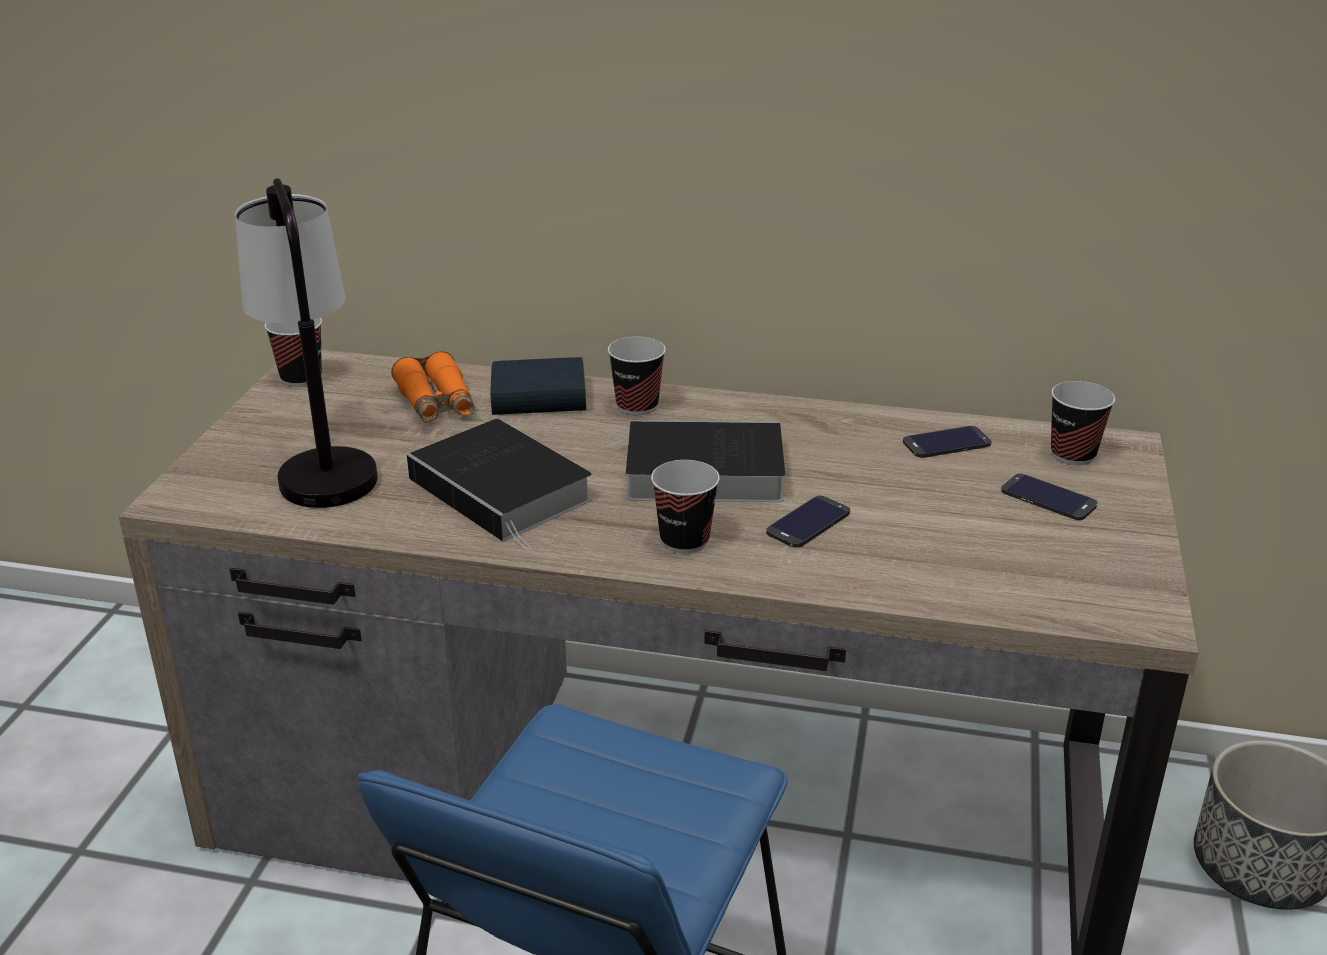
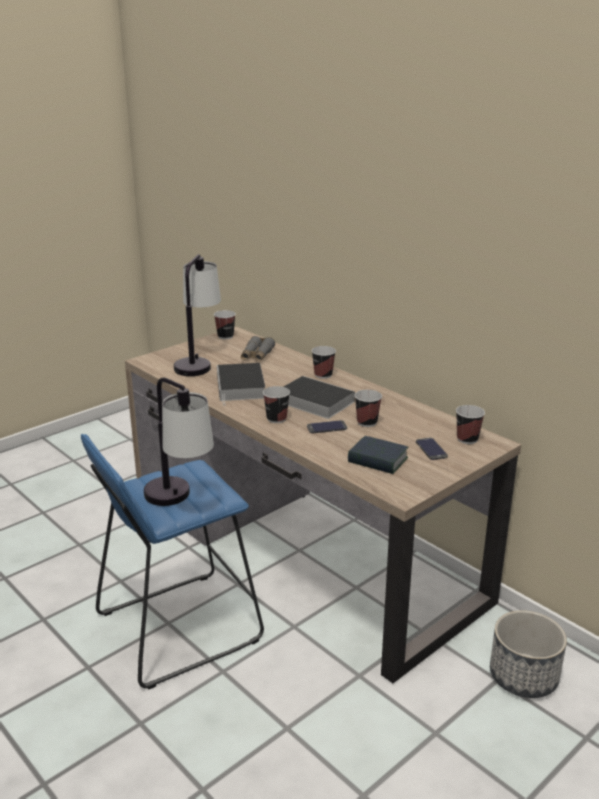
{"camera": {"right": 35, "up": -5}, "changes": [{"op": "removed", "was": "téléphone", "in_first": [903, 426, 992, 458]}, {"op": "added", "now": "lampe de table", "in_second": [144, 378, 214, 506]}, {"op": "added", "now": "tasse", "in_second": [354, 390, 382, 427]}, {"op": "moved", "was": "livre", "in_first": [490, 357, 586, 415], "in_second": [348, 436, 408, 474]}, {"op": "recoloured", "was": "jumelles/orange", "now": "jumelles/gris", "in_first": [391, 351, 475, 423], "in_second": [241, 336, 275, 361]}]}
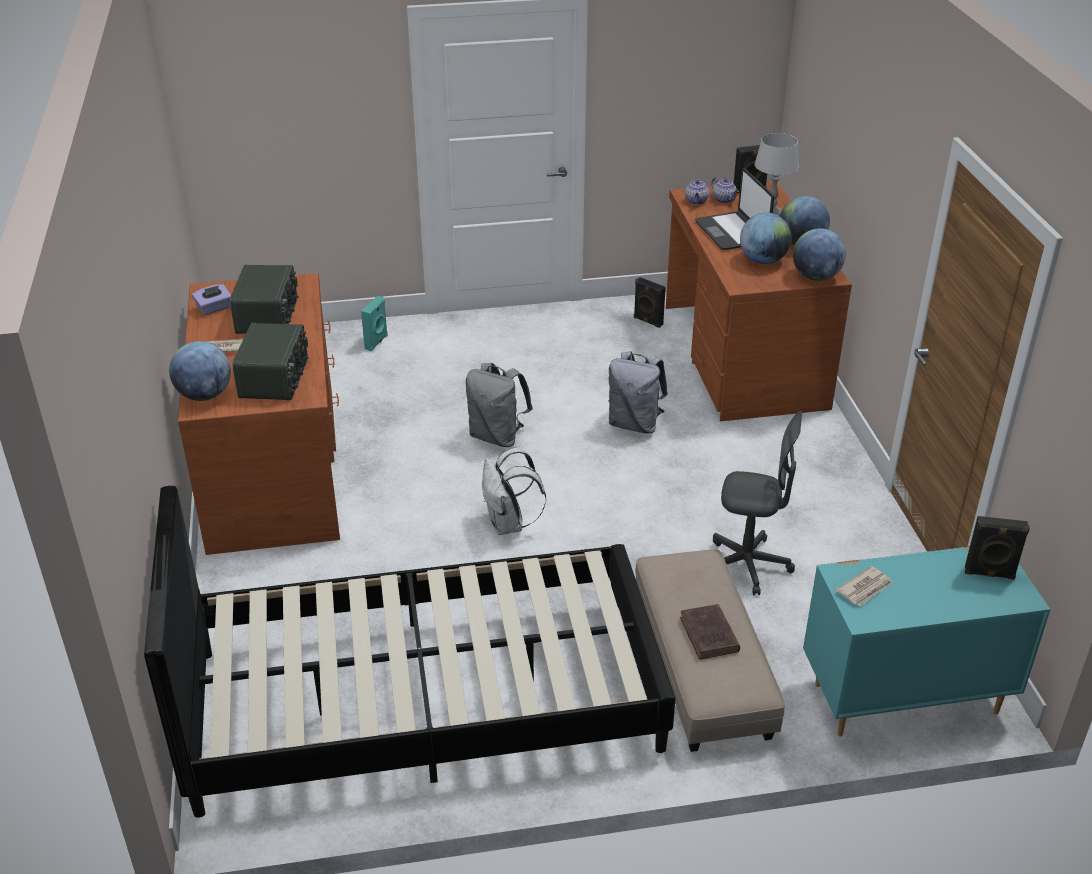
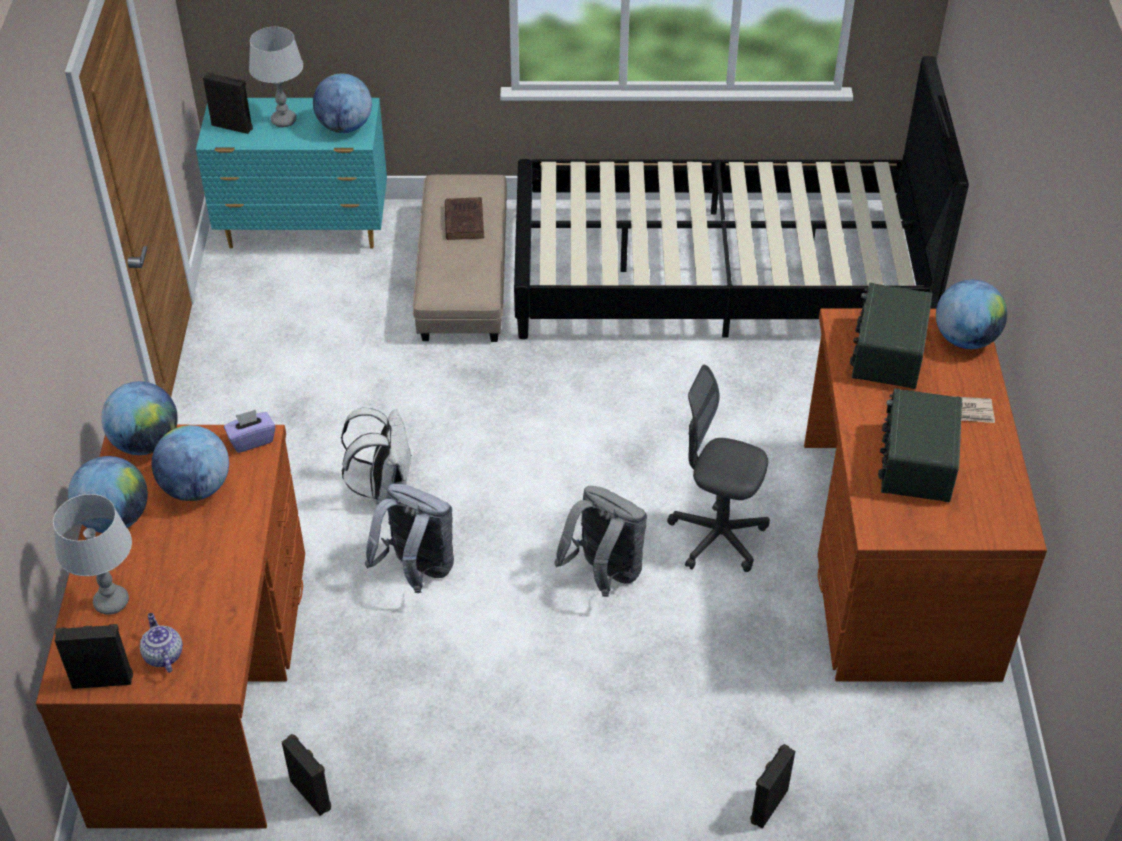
{"camera": {"right": -170, "up": 10}, "changes": [{"op": "removed", "was": "théière", "in_first": [685, 178, 709, 205]}, {"op": "removed", "was": "ordinateur portable", "in_first": [695, 168, 774, 250]}, {"op": "added", "now": "lampe de table/gris", "in_second": [249, 27, 303, 127]}, {"op": "moved", "was": "boîte à mouchoirs/violet", "in_first": [192, 284, 231, 315], "in_second": [224, 410, 275, 453]}, {"op": "moved", "was": "sac à dos/blanc", "in_first": [482, 448, 546, 535], "in_second": [341, 408, 412, 504]}, {"op": "moved", "was": "chaise de bureau/gris", "in_first": [713, 411, 802, 595], "in_second": [667, 365, 770, 572]}, {"op": "replaced", "was": "journal", "now": "globe", "in_first": [836, 566, 893, 607], "in_second": [313, 73, 372, 133]}, {"op": "recoloured", "was": "enceinte/turquoise", "now": "enceinte/noir", "in_first": [361, 296, 388, 351], "in_second": [750, 744, 795, 829]}]}
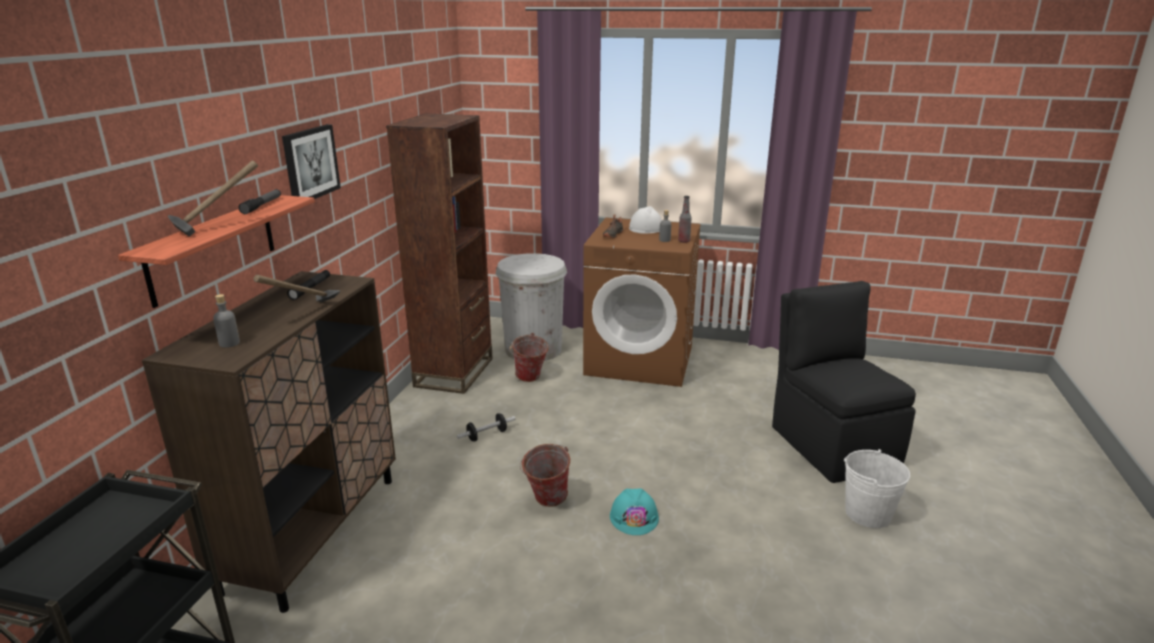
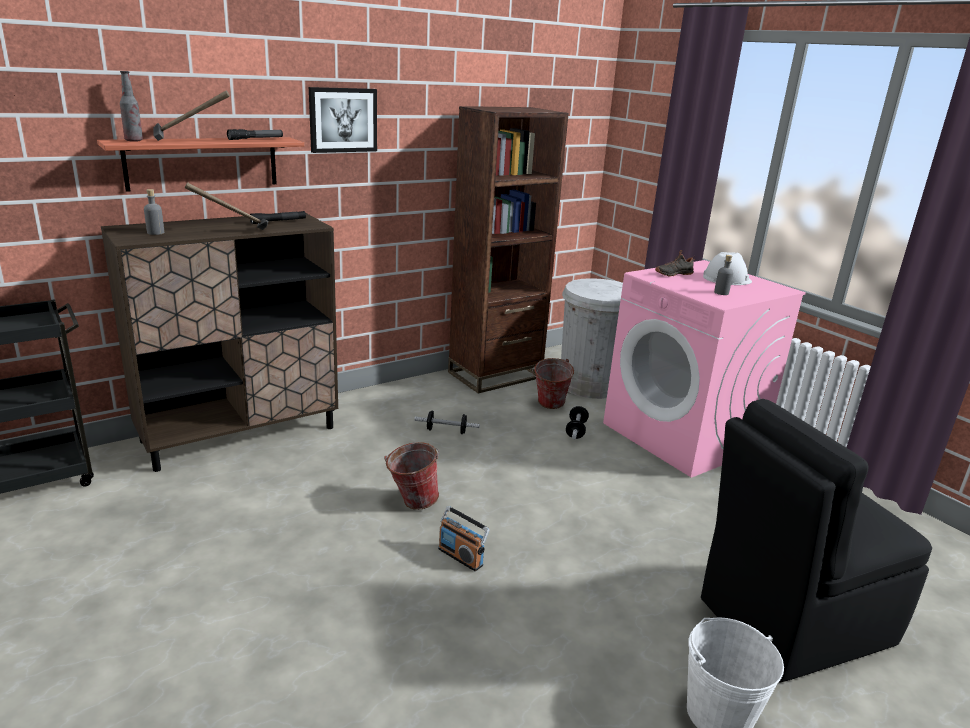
{"camera": {"right": 40, "up": 0}, "changes": [{"op": "added", "now": "haltère", "in_second": [566, 406, 589, 439]}, {"op": "moved", "was": "bouteille", "in_first": [678, 196, 692, 243], "in_second": [120, 71, 143, 142]}, {"op": "replaced", "was": "casque de chantier/turquoise", "now": "radio", "in_first": [610, 488, 659, 535], "in_second": [438, 506, 490, 571]}, {"op": "recoloured", "was": "lave-linge/marron", "now": "lave-linge/rose", "in_first": [583, 217, 701, 387], "in_second": [603, 260, 806, 478]}, {"op": "turned", "was": "chaise/noir", "in_first": [772, 281, 916, 483], "in_second": [701, 399, 932, 682], "clockwise": -135}]}
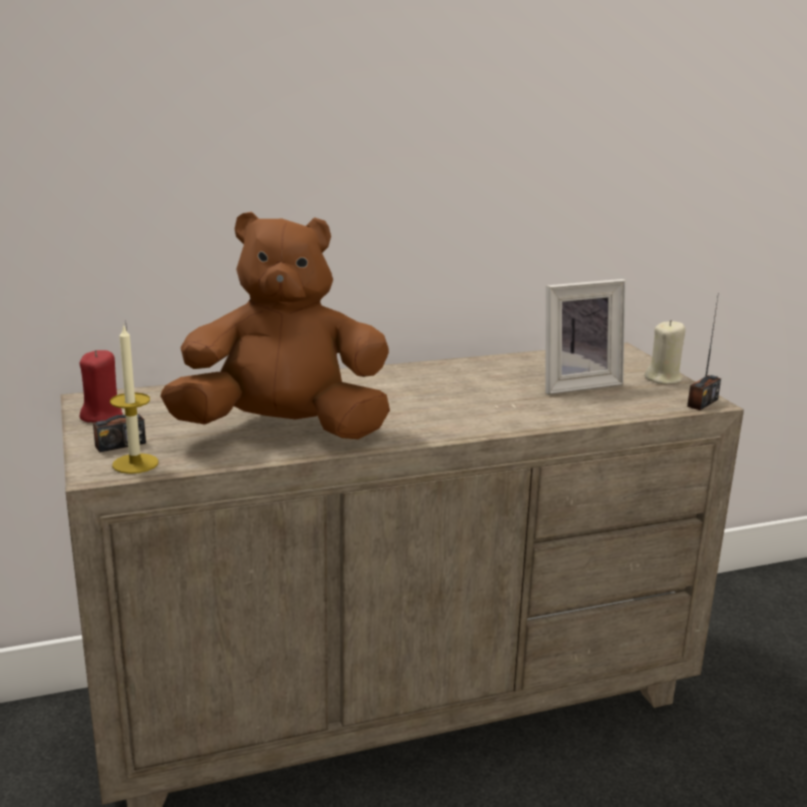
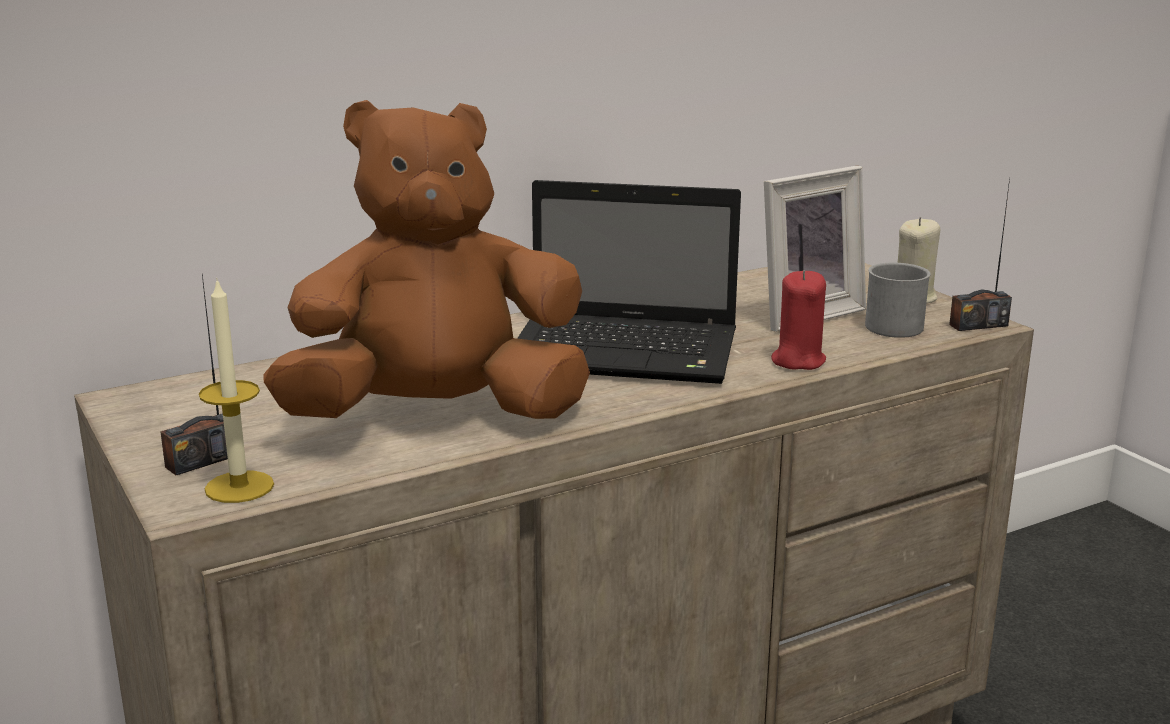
{"camera": {"right": -10, "up": 0}, "changes": [{"op": "added", "now": "ordinateur portable", "in_second": [517, 180, 741, 384]}, {"op": "added", "now": "mug/gris", "in_second": [865, 263, 931, 338]}, {"op": "moved", "was": "bougie/rouge", "in_first": [80, 350, 123, 422], "in_second": [771, 270, 826, 370]}, {"op": "turned", "was": "radio", "in_first": [687, 298, 721, 410], "in_second": [949, 178, 1012, 331], "clockwise": 45}]}
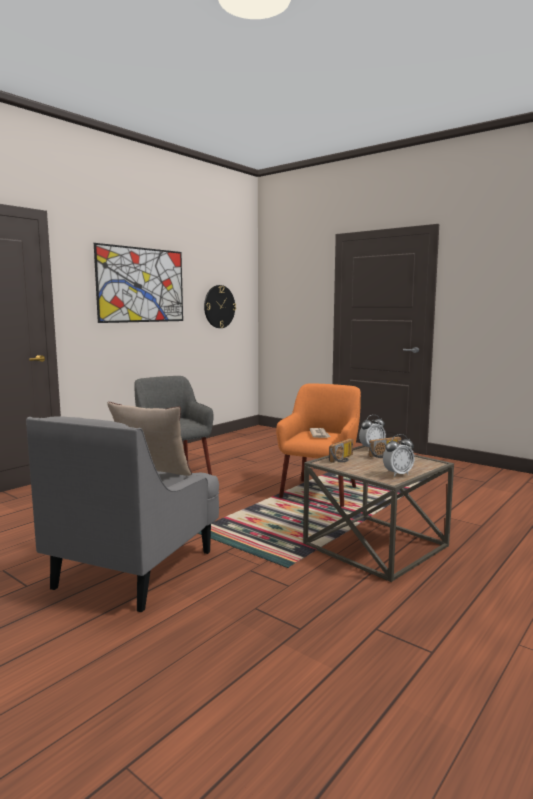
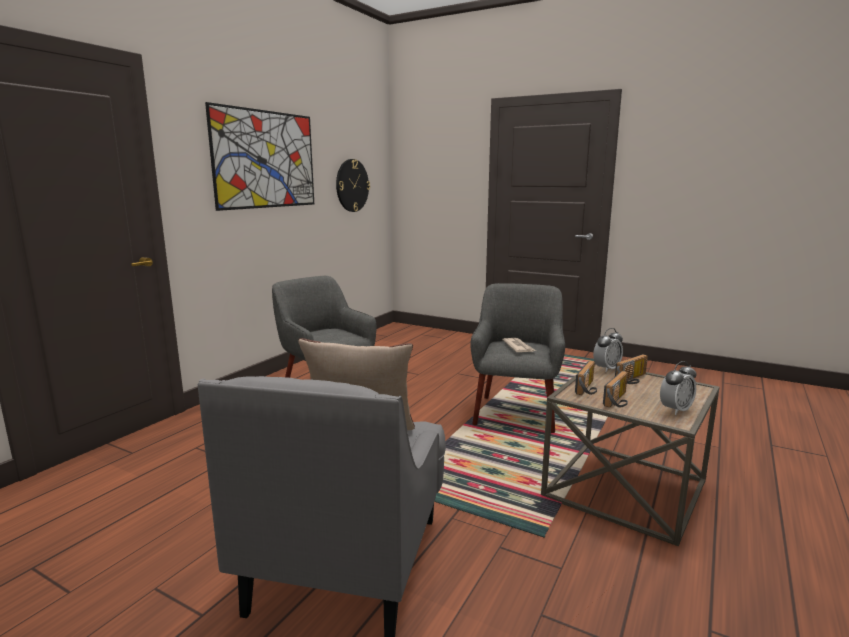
{"camera": {"right": -10, "up": 5}, "changes": [{"op": "added", "now": "radio", "in_second": [603, 371, 628, 407]}, {"op": "recoloured", "was": "fauteuil/orange", "now": "fauteuil/gris", "in_first": [276, 383, 361, 507], "in_second": [470, 283, 565, 433]}]}
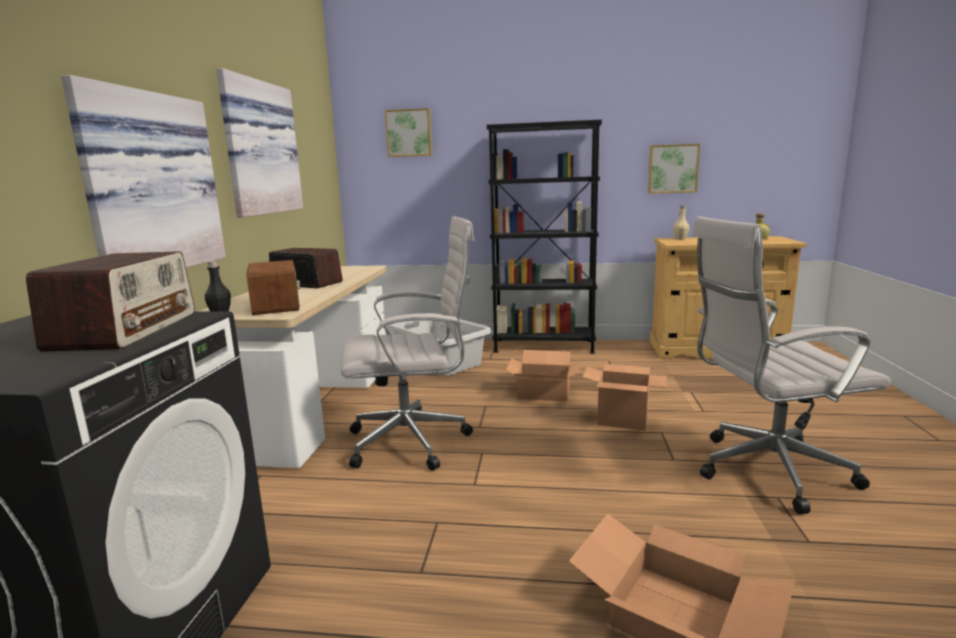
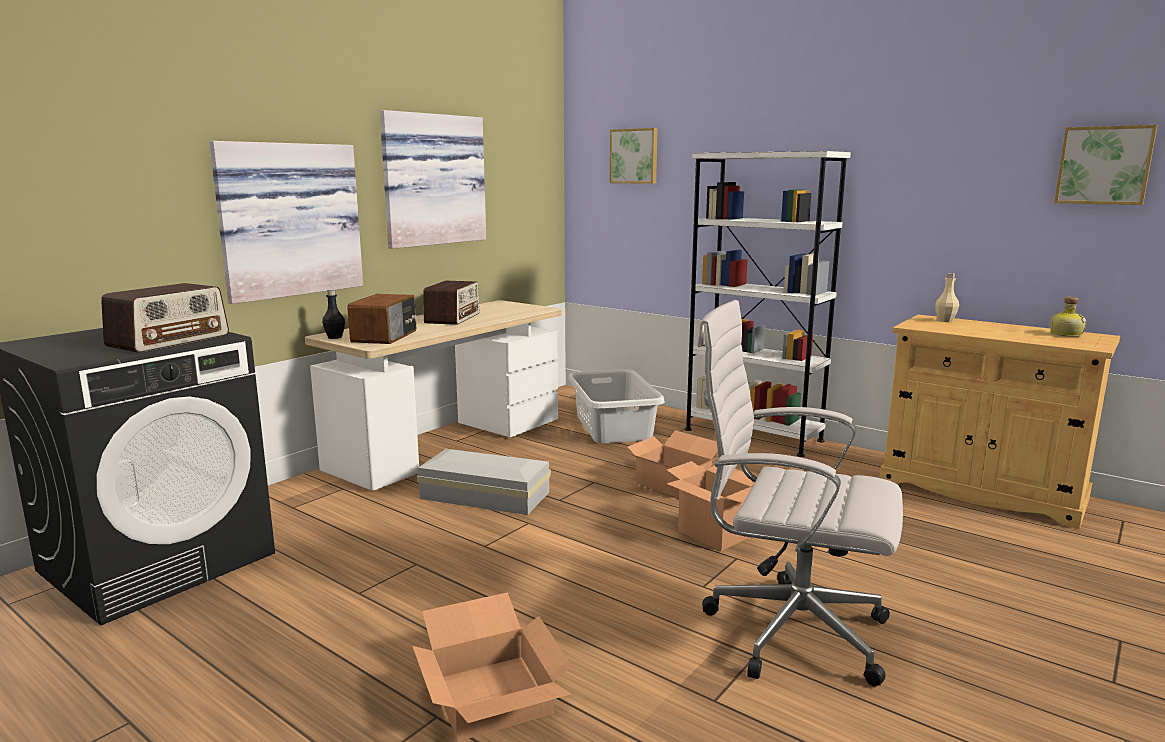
{"camera": {"right": 30, "up": 0}, "changes": [{"op": "moved", "was": "tableau", "in_first": [648, 144, 700, 194], "in_second": [1054, 125, 1157, 205]}, {"op": "replaced", "was": "chaise de bureau/blanc", "now": "boîte de rangement/blanc", "in_first": [340, 216, 474, 471], "in_second": [417, 449, 551, 515]}, {"op": "recoloured", "was": "bibliothèque/noir", "now": "bibliothèque/blanc", "in_first": [487, 120, 602, 354], "in_second": [685, 151, 851, 457]}, {"op": "turned", "was": "radio", "in_first": [269, 247, 343, 288], "in_second": [423, 281, 480, 325], "clockwise": 45}]}
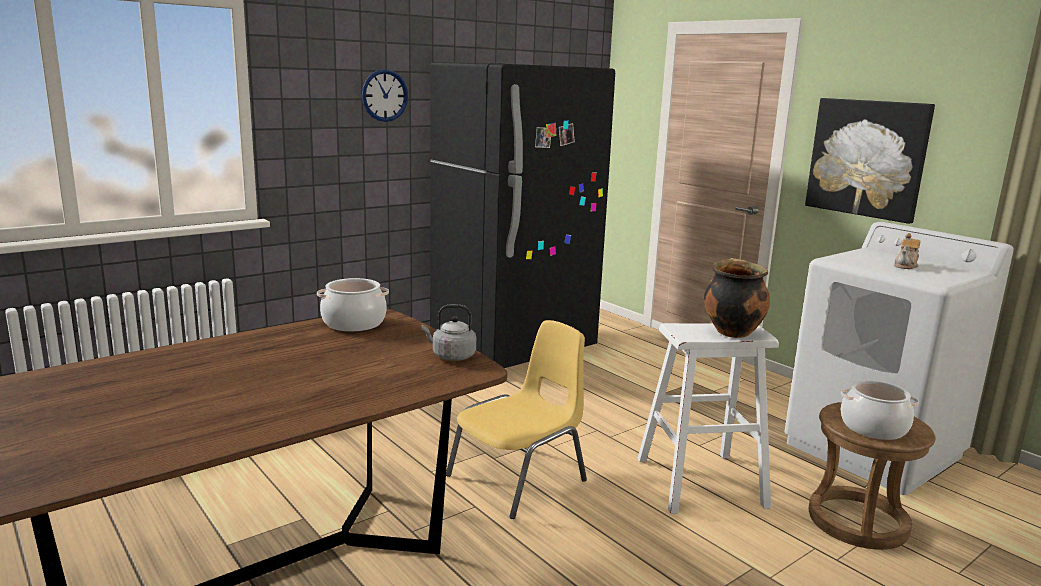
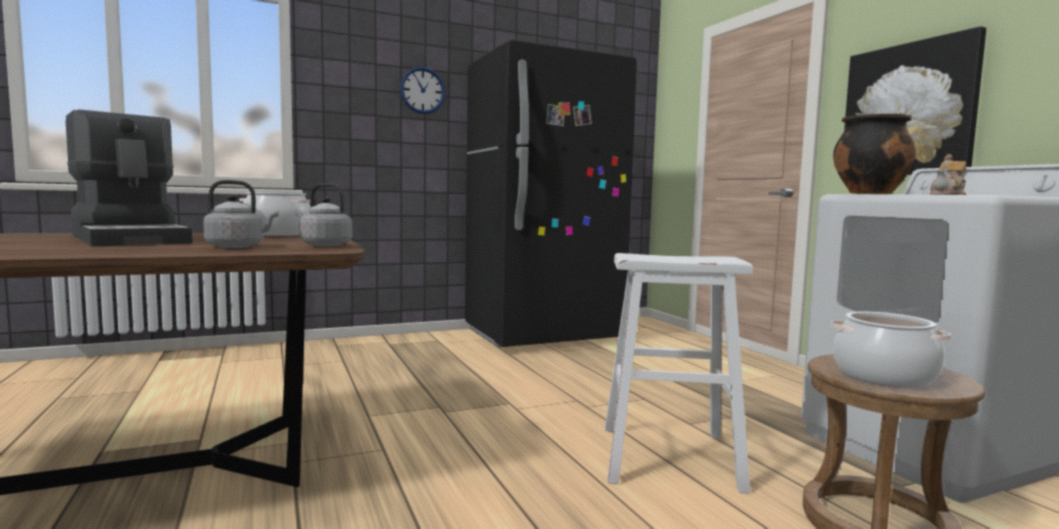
{"camera": {"right": 15, "up": -10}, "changes": [{"op": "removed", "was": "chaise/jaune", "in_first": [446, 320, 587, 519]}, {"op": "added", "now": "machine à café", "in_second": [66, 109, 192, 247]}, {"op": "added", "now": "bouilloire/gris", "in_second": [203, 180, 278, 248]}, {"op": "moved", "was": "marmite", "in_first": [704, 258, 770, 338], "in_second": [833, 114, 916, 194]}]}
